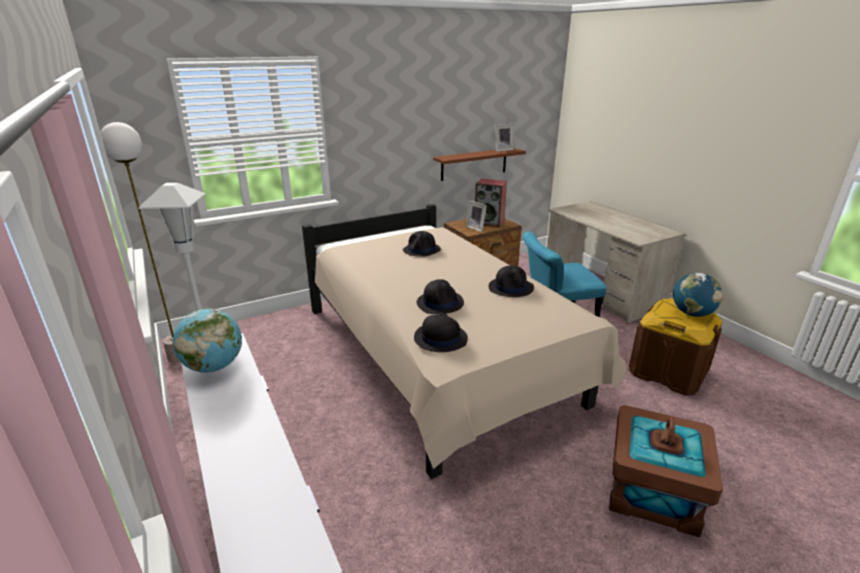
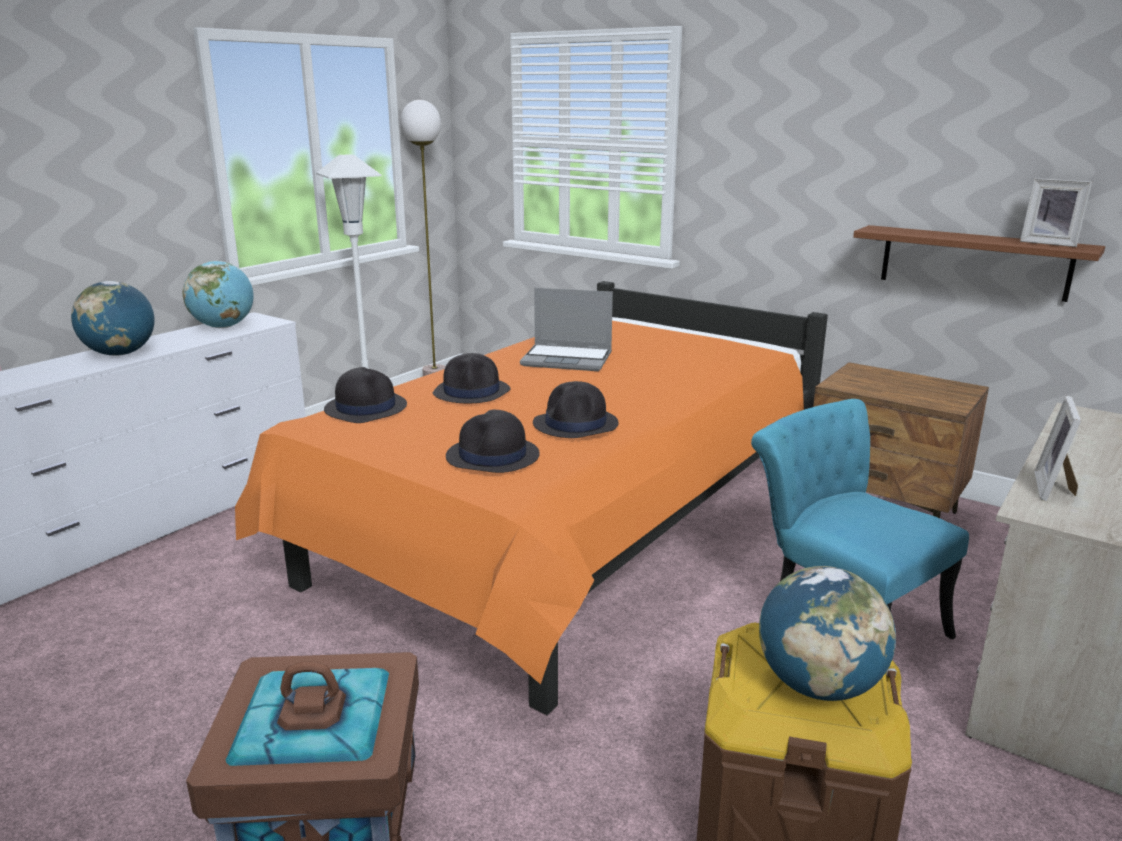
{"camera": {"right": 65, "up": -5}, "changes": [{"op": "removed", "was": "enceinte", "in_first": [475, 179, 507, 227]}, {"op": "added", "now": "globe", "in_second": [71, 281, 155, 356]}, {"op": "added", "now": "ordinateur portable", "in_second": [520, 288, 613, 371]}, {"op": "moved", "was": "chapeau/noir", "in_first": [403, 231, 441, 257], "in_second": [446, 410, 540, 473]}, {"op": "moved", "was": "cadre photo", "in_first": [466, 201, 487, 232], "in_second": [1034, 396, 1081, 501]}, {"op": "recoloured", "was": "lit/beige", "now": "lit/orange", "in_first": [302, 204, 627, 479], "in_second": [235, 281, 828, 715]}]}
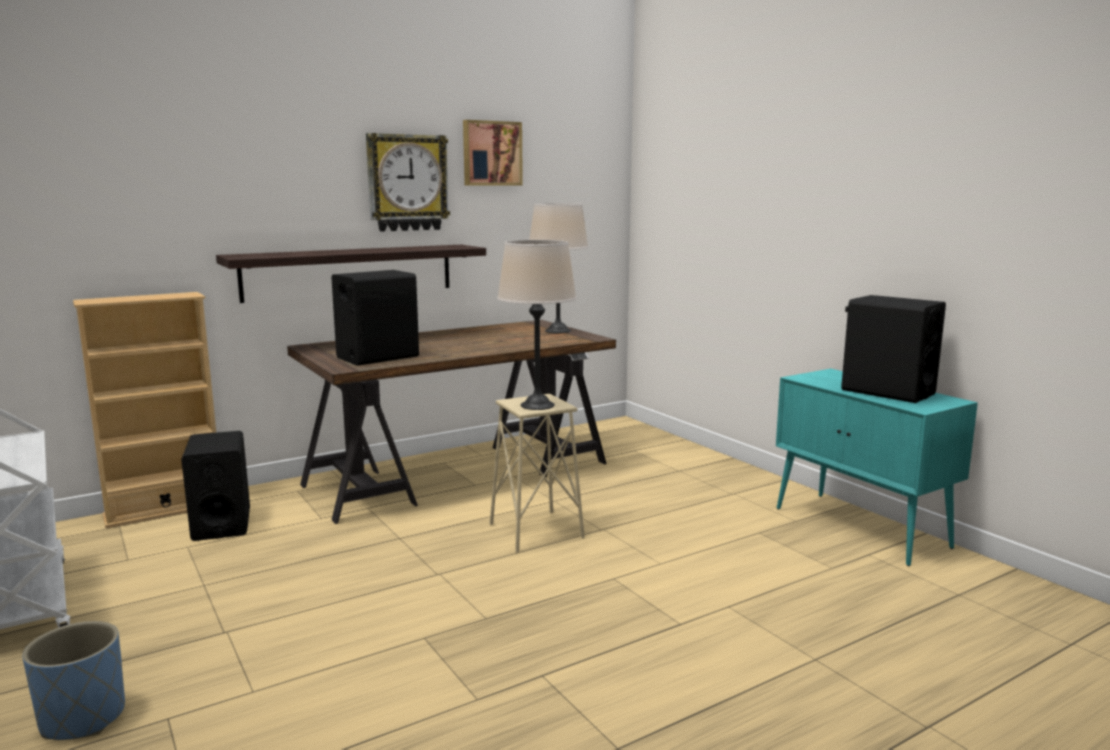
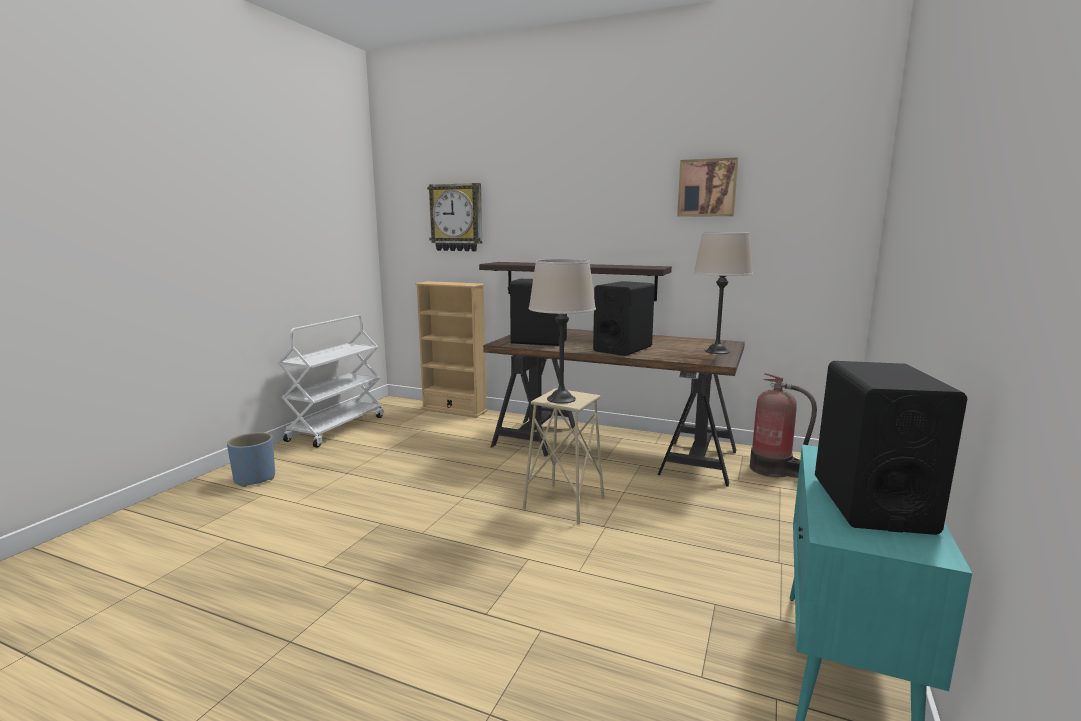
{"camera": {"right": 55, "up": 0}, "changes": [{"op": "added", "now": "extincteur", "in_second": [750, 373, 817, 478]}, {"op": "moved", "was": "enceinte/noir", "in_first": [181, 431, 250, 541], "in_second": [593, 281, 655, 356]}, {"op": "moved", "was": "horloge murale", "in_first": [366, 133, 450, 232], "in_second": [427, 183, 482, 251]}]}
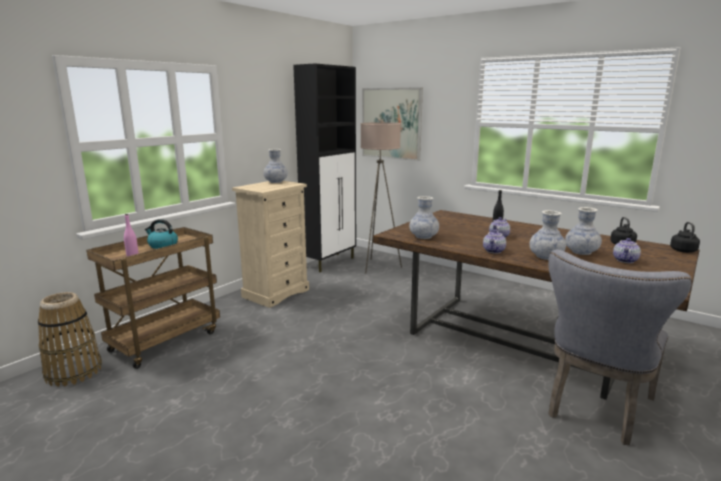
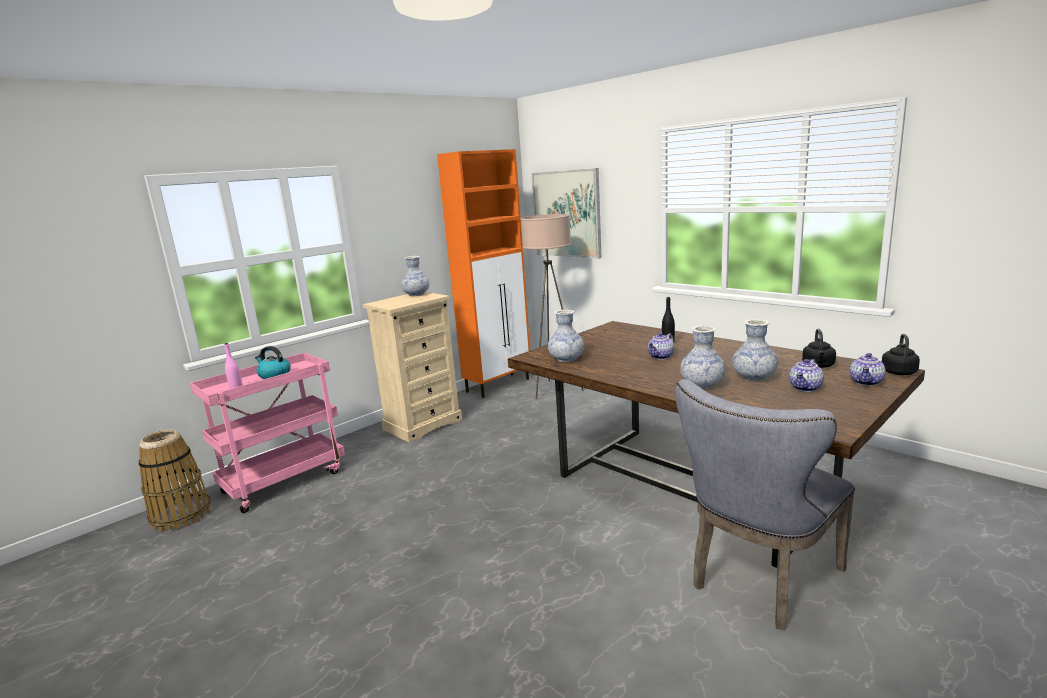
{"camera": {"right": 10, "up": 0}, "changes": [{"op": "moved", "was": "théière", "in_first": [483, 230, 506, 254], "in_second": [850, 353, 886, 386]}, {"op": "recoloured", "was": "chariot/marron", "now": "chariot/rose", "in_first": [86, 227, 220, 369], "in_second": [190, 352, 345, 513]}, {"op": "recoloured", "was": "meuble de rangement/noir", "now": "meuble de rangement/orange", "in_first": [293, 64, 356, 272], "in_second": [437, 149, 530, 398]}]}
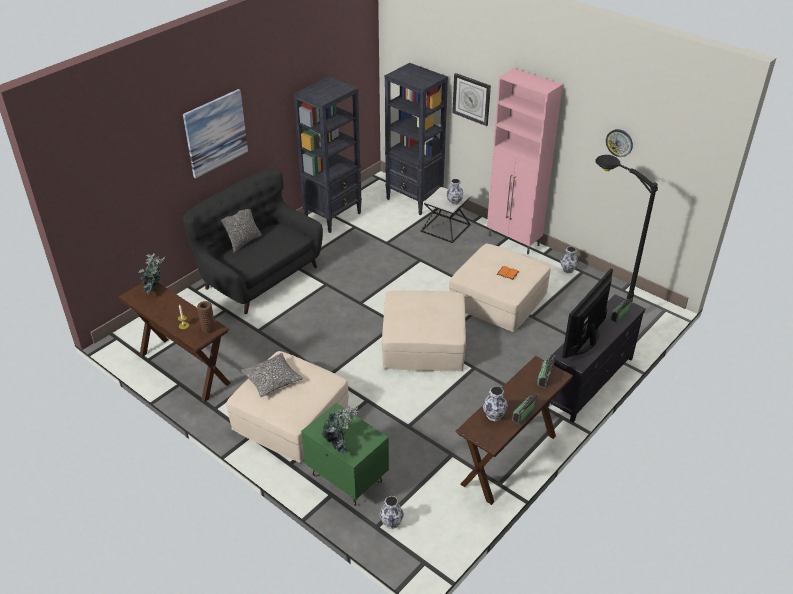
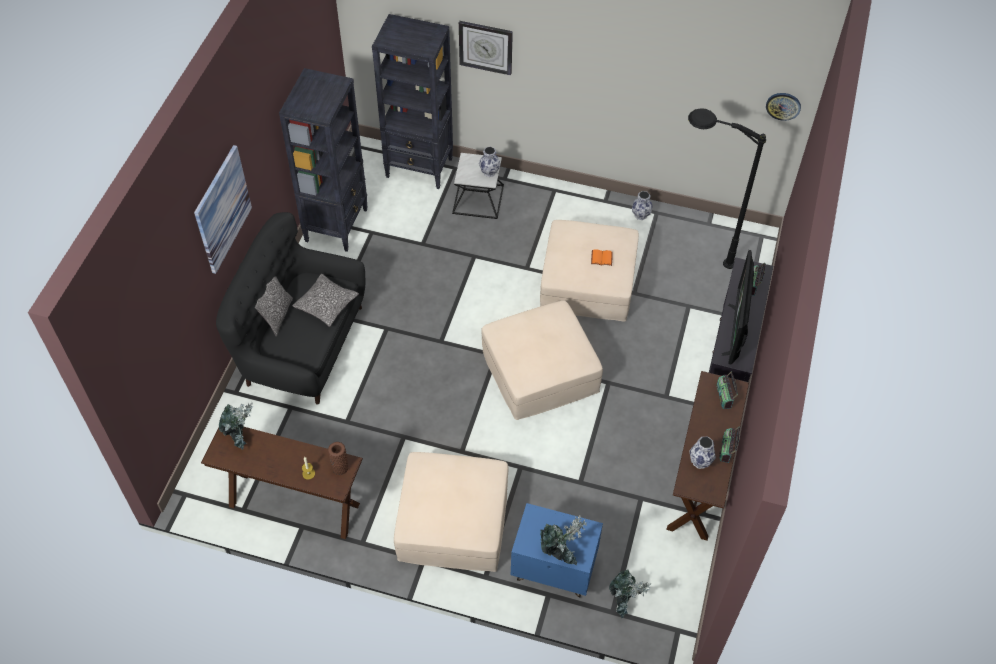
{"camera": {"right": -25, "up": 15}, "changes": [{"op": "removed", "was": "meuble de rangement/rose", "in_first": [487, 68, 563, 254]}, {"op": "moved", "was": "coussin", "in_first": [241, 353, 303, 397], "in_second": [292, 274, 359, 327]}, {"op": "moved", "was": "horloge murale", "in_first": [606, 129, 633, 157], "in_second": [766, 93, 801, 121]}, {"op": "replaced", "was": "vase", "now": "plante en pot", "in_first": [379, 496, 404, 529], "in_second": [609, 569, 651, 618]}, {"op": "recoloured", "was": "table de chevet/vert", "now": "table de chevet/bleu", "in_first": [301, 403, 389, 506], "in_second": [511, 503, 603, 597]}]}
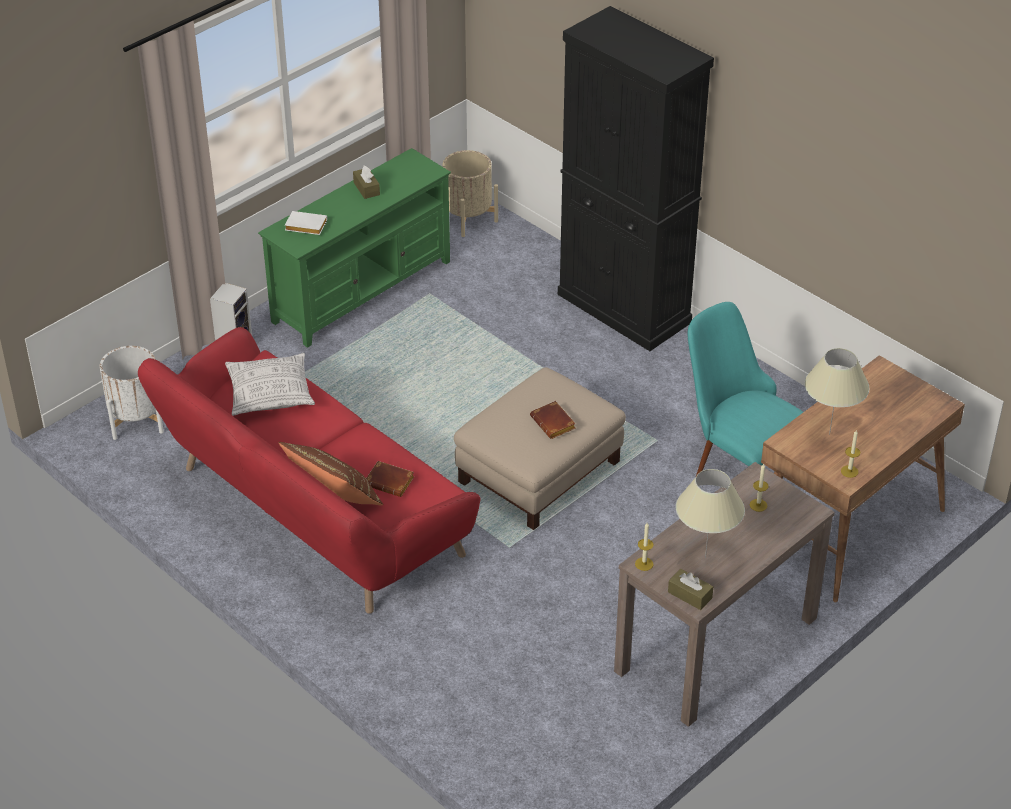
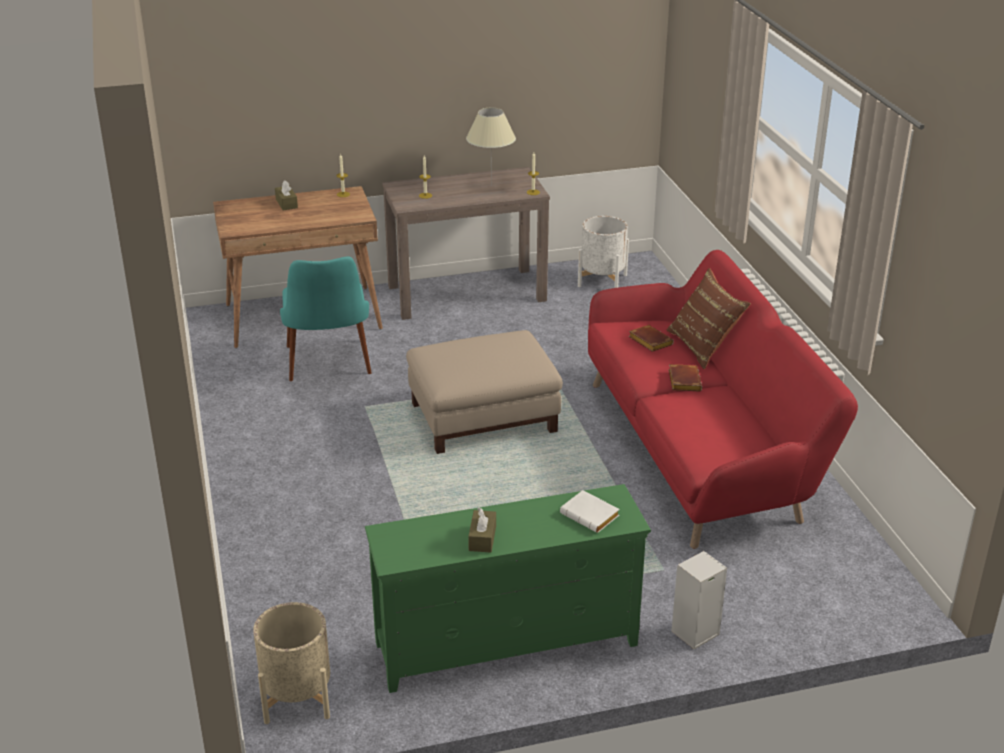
{"camera": {"right": -150, "up": -10}, "changes": [{"op": "removed", "was": "coussin", "in_first": [225, 353, 315, 416]}, {"op": "removed", "was": "meuble de rangement/noir", "in_first": [558, 6, 714, 351]}, {"op": "removed", "was": "lampe de table/beige", "in_first": [804, 348, 870, 435]}, {"op": "moved", "was": "cache-pot/blanc", "in_first": [100, 346, 164, 440], "in_second": [578, 216, 629, 288]}, {"op": "moved", "was": "livre/marron", "in_first": [530, 401, 576, 439], "in_second": [668, 364, 702, 392]}, {"op": "moved", "was": "boîte à mouchoirs/marron", "in_first": [668, 569, 713, 610], "in_second": [275, 181, 298, 210]}]}
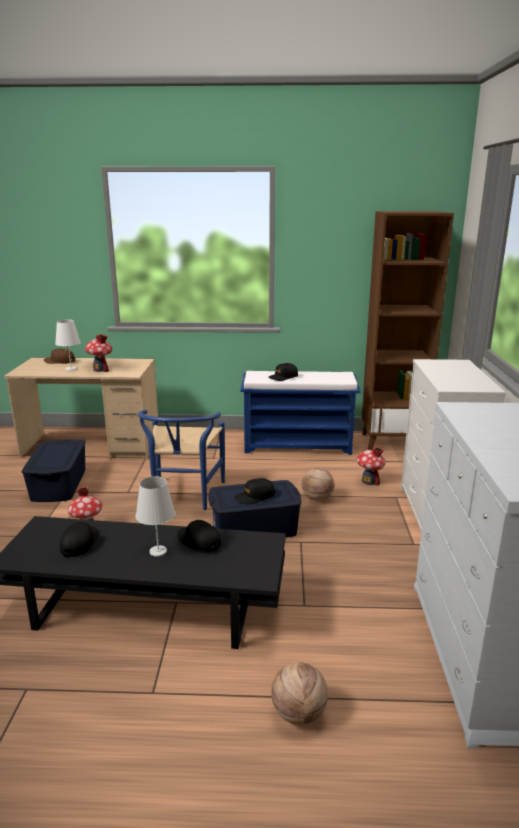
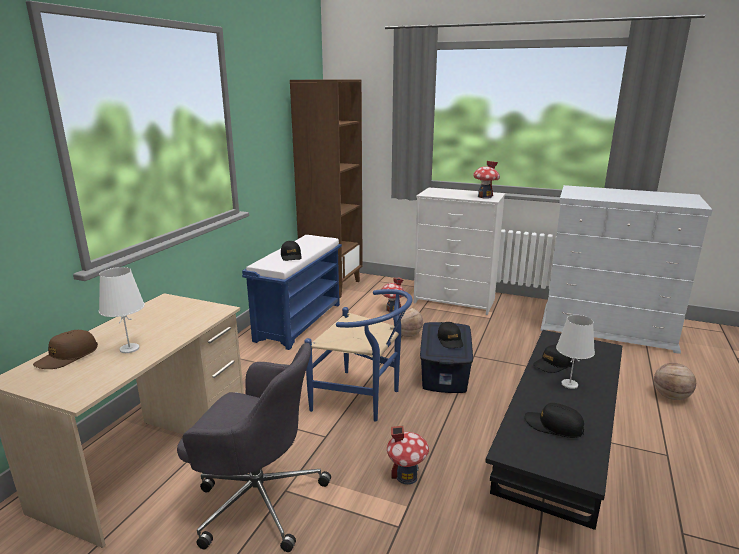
{"camera": {"right": -70, "up": 0}, "changes": [{"op": "moved", "was": "maison miniature", "in_first": [85, 334, 112, 372], "in_second": [473, 161, 500, 199]}, {"op": "replaced", "was": "boîte de rangement/bleu", "now": "chaise de bureau/gris", "in_first": [21, 439, 85, 502], "in_second": [177, 343, 331, 552]}]}
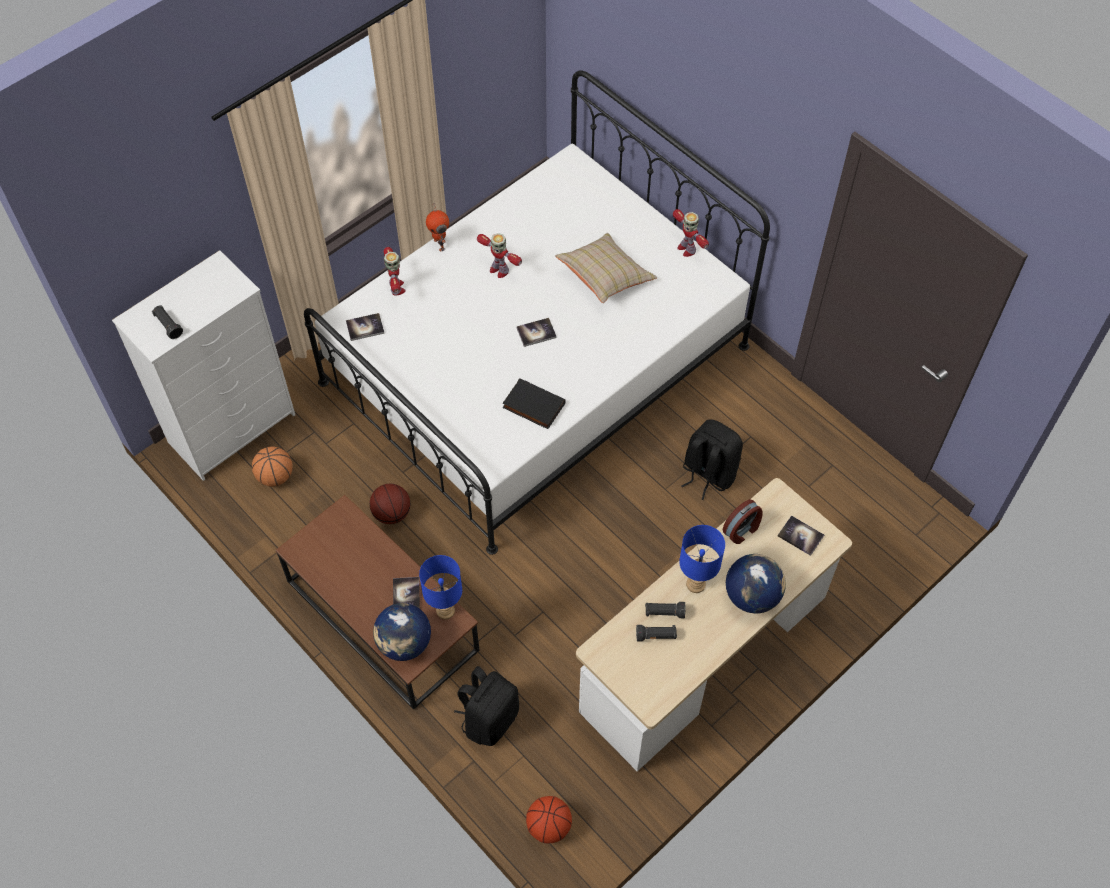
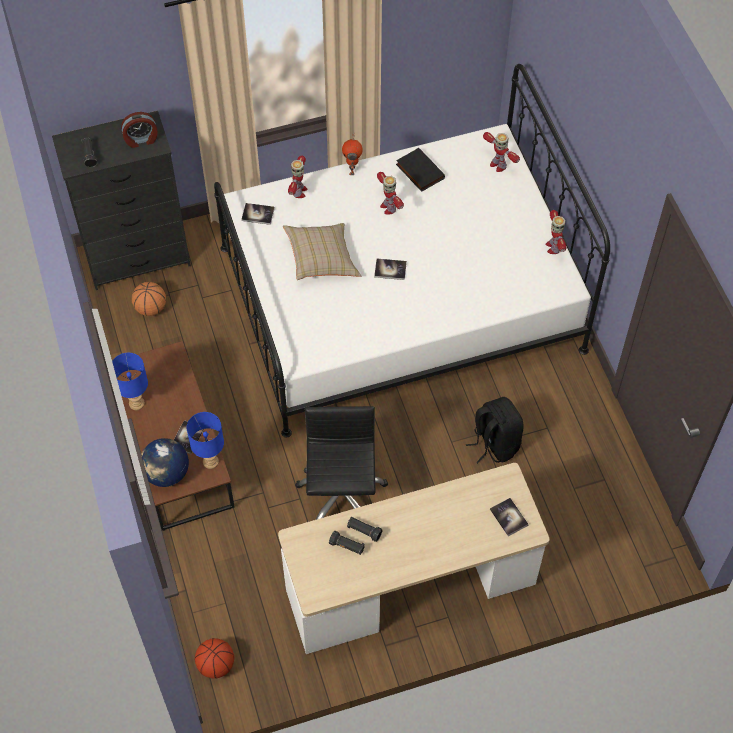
{"camera": {"right": 25, "up": 0}, "changes": [{"op": "removed", "was": "ballon de basket", "in_first": [370, 484, 410, 524]}, {"op": "removed", "was": "sac à dos/noir", "in_first": [454, 666, 519, 746]}, {"op": "removed", "was": "globe", "in_first": [726, 554, 786, 614]}, {"op": "added", "now": "chaise de bureau/noir", "in_second": [295, 406, 388, 520]}, {"op": "added", "now": "robot jouet", "in_second": [483, 132, 520, 172]}, {"op": "moved", "was": "livre/noir", "in_first": [502, 378, 566, 429], "in_second": [396, 148, 445, 192]}, {"op": "moved", "was": "coussin/beige", "in_first": [555, 233, 657, 303], "in_second": [283, 223, 361, 280]}, {"op": "moved", "was": "lampe de table/bleu", "in_first": [679, 525, 725, 593], "in_second": [112, 353, 148, 410]}, {"op": "moved", "was": "réveil", "in_first": [723, 499, 763, 544], "in_second": [121, 112, 158, 148]}, {"op": "recoloured", "was": "commode/blanc", "now": "commode/noir", "in_first": [112, 250, 295, 481], "in_second": [52, 111, 191, 290]}]}
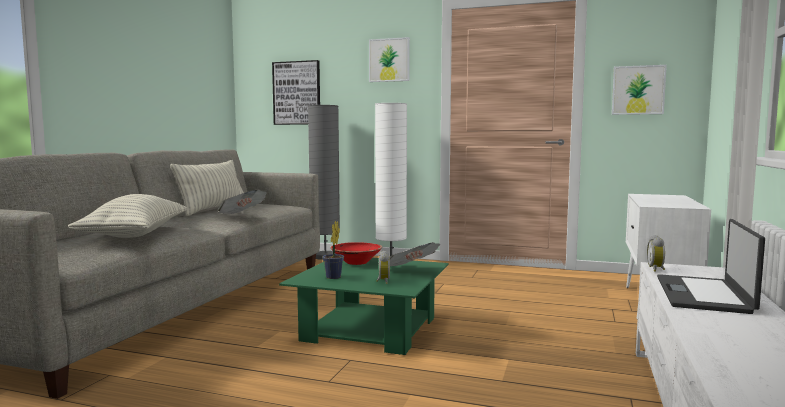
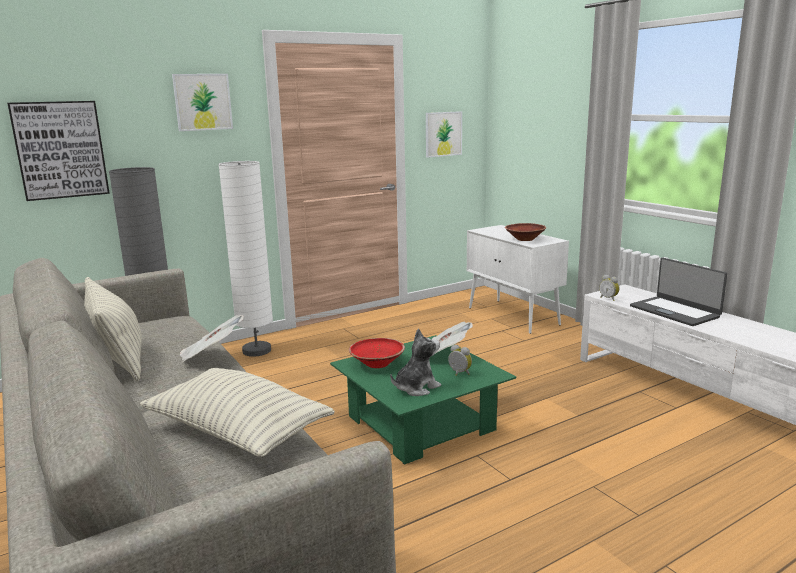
{"camera": {"right": -50, "up": 10}, "changes": [{"op": "added", "now": "bol/marron", "in_second": [505, 223, 546, 241]}, {"op": "replaced", "was": "plante en pot", "now": "peluche", "in_first": [322, 221, 344, 279], "in_second": [390, 328, 441, 396]}]}
